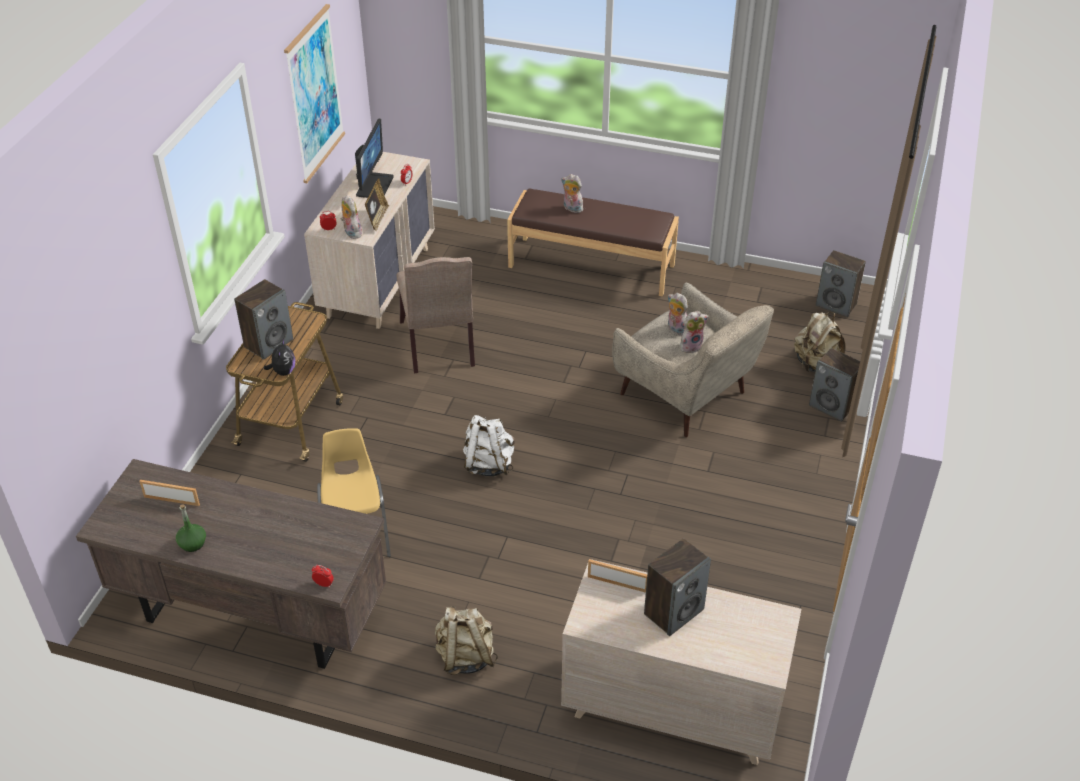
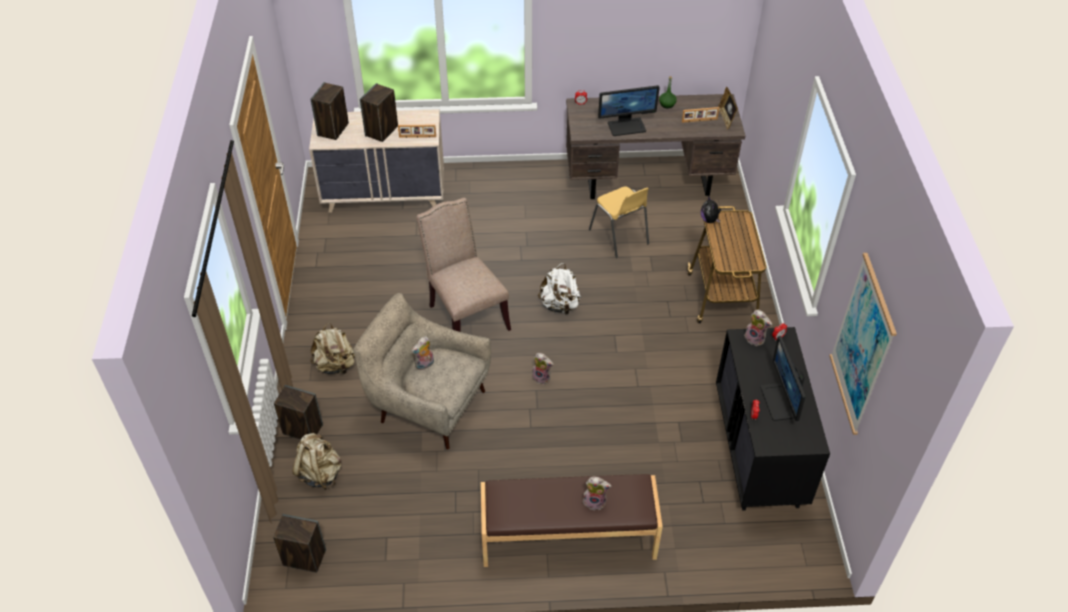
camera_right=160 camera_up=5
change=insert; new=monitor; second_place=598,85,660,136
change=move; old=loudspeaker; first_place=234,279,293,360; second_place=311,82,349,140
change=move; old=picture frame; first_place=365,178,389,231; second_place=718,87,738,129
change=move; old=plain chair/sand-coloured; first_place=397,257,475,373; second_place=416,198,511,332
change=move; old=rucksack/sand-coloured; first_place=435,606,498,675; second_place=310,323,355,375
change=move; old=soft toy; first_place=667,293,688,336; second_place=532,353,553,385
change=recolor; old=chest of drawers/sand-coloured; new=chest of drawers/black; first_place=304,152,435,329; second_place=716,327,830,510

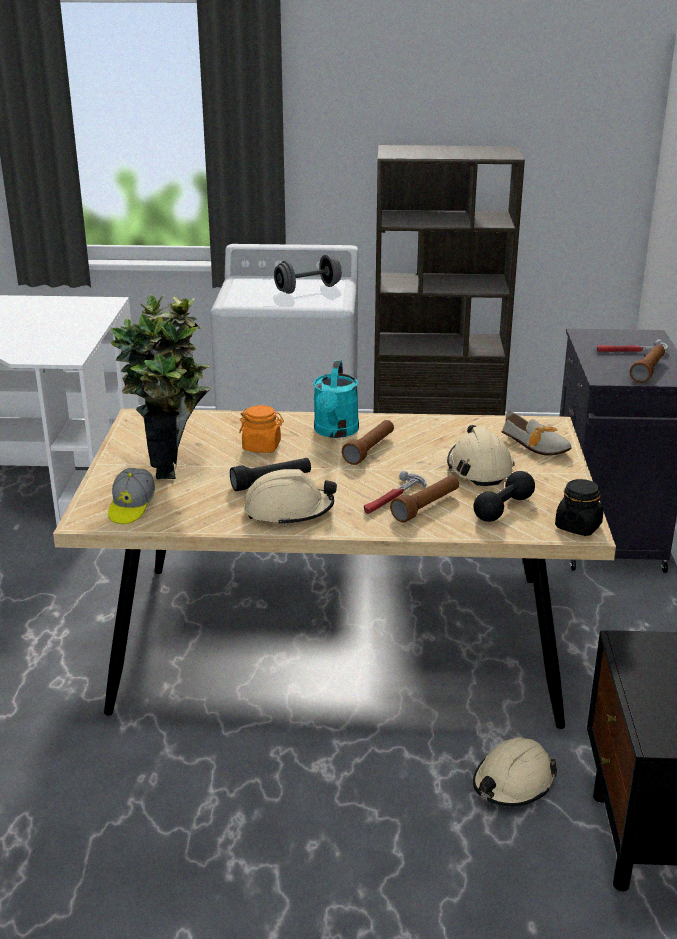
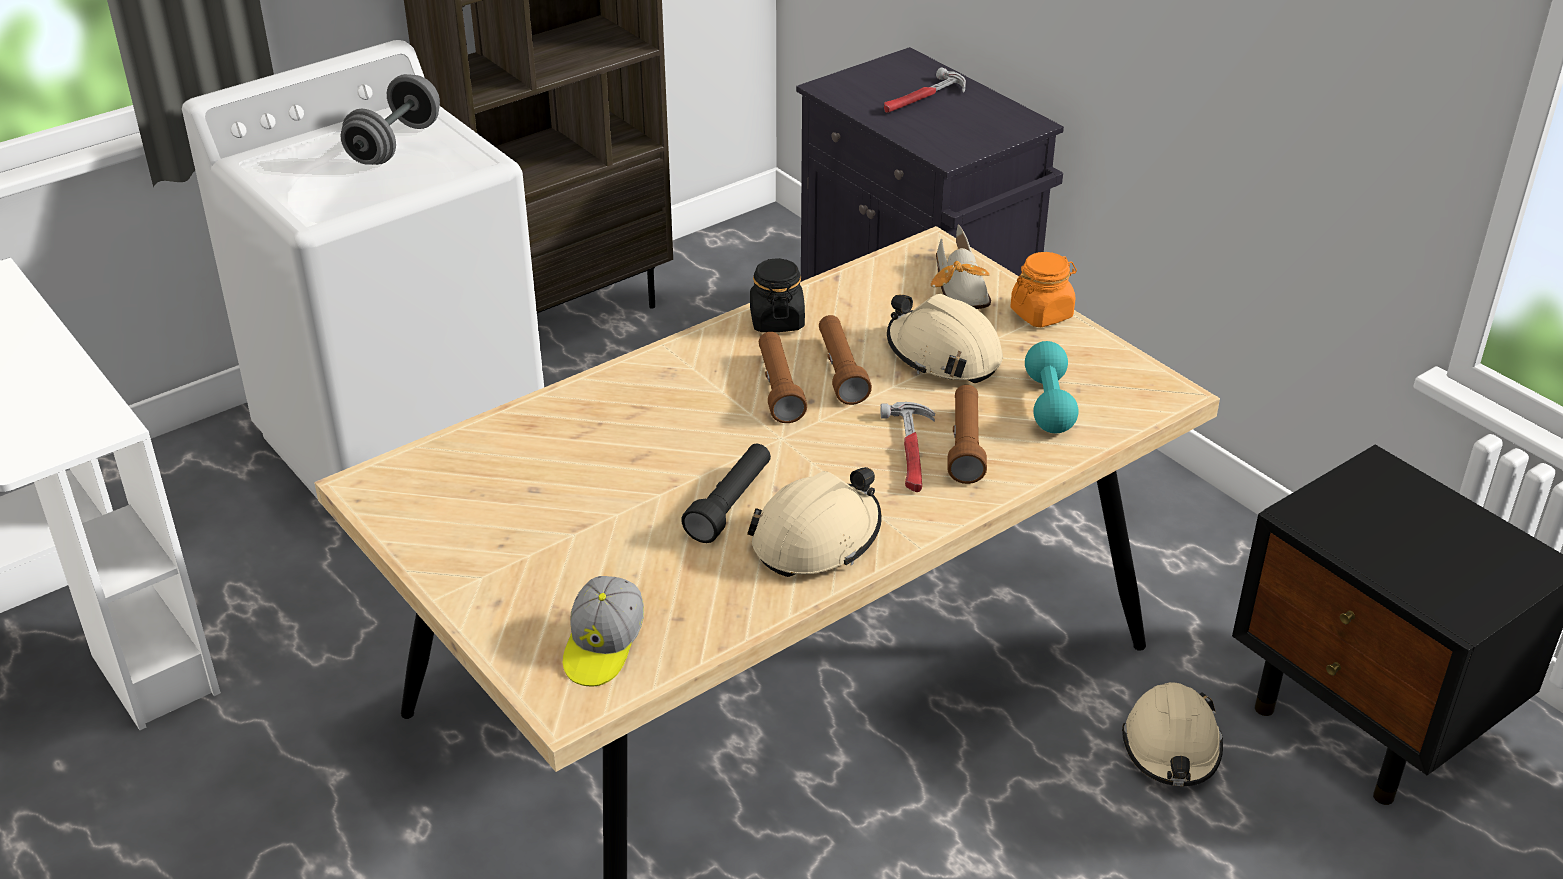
camera_right=-40 camera_up=10
change=delete; old=plant in a pot; first_place=111,294,211,479
change=delete; old=sprinkling can/turquoise-coloured; first_place=313,360,359,438
change=move; old=preserve jar/orange; first_place=239,405,284,453; second_place=1010,252,1077,327
change=move; old=preserve jar/black; first_place=555,479,604,536; second_place=750,258,805,332
change=move; old=flashlight/brown; first_place=630,345,665,383; second_place=819,315,872,405
change=recolor; old=hand weight/black; new=hand weight/turquoise-coloured; first_place=473,471,535,522; second_place=1025,341,1078,434
change=rotate; old=baseball cap; first_place=108,468,155,524; second_place=563,576,644,687; degrees=45
change=rotate; old=item of footwear; first_place=502,409,572,455; second_place=930,224,991,309; degrees=75

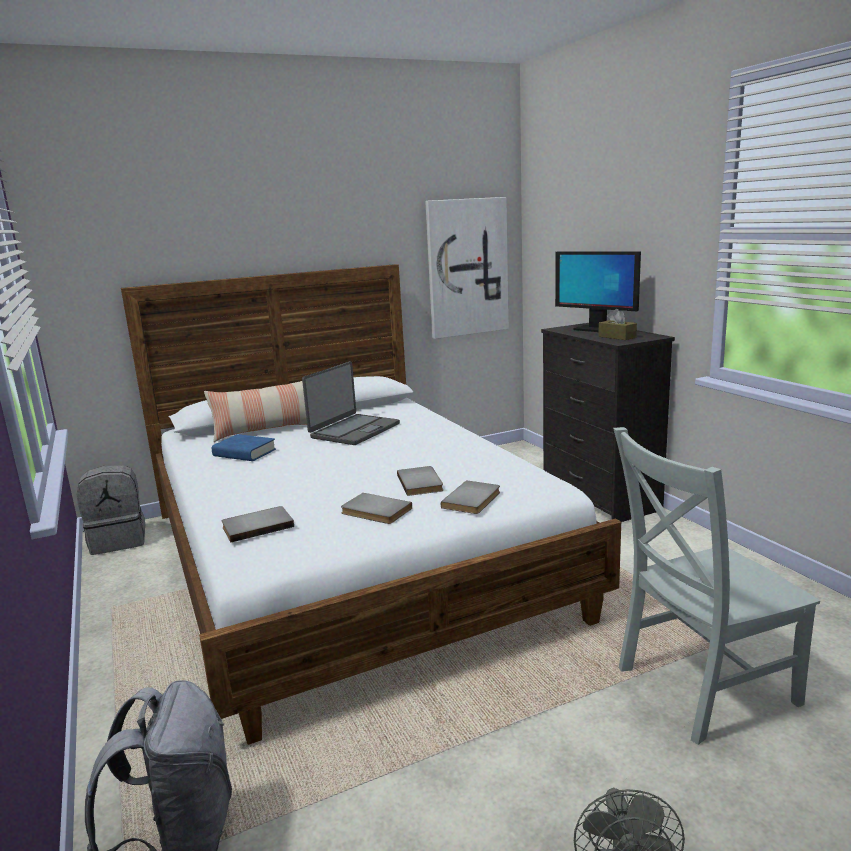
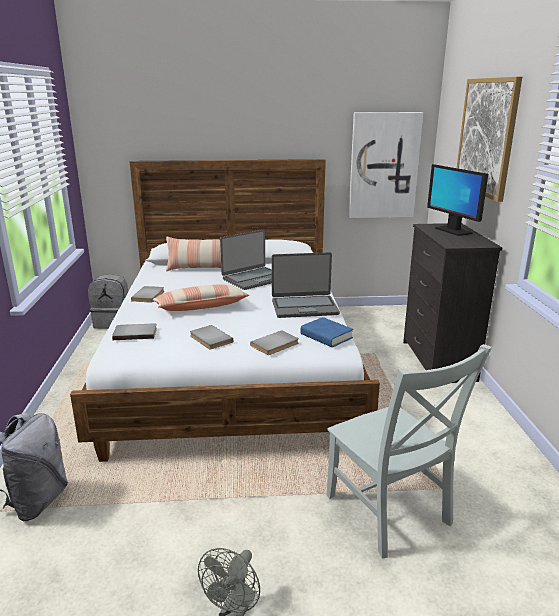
camera_right=20 camera_up=5
change=delete; old=tissue box/brown; first_place=598,309,637,340
change=insert; new=throw pillow; second_place=152,284,249,311
change=insert; new=laptop; second_place=272,252,340,318
change=insert; new=wall picture; second_place=457,77,522,202
change=move; old=bound book/bluish; first_place=212,434,276,461; second_place=300,317,354,347
change=move; old=bound book/greyish; first_place=397,466,443,496; second_place=131,286,164,303
change=rotate; old=plain chair/greyish; first_place=613,427,820,745; second_place=327,344,492,559; degrees=-120

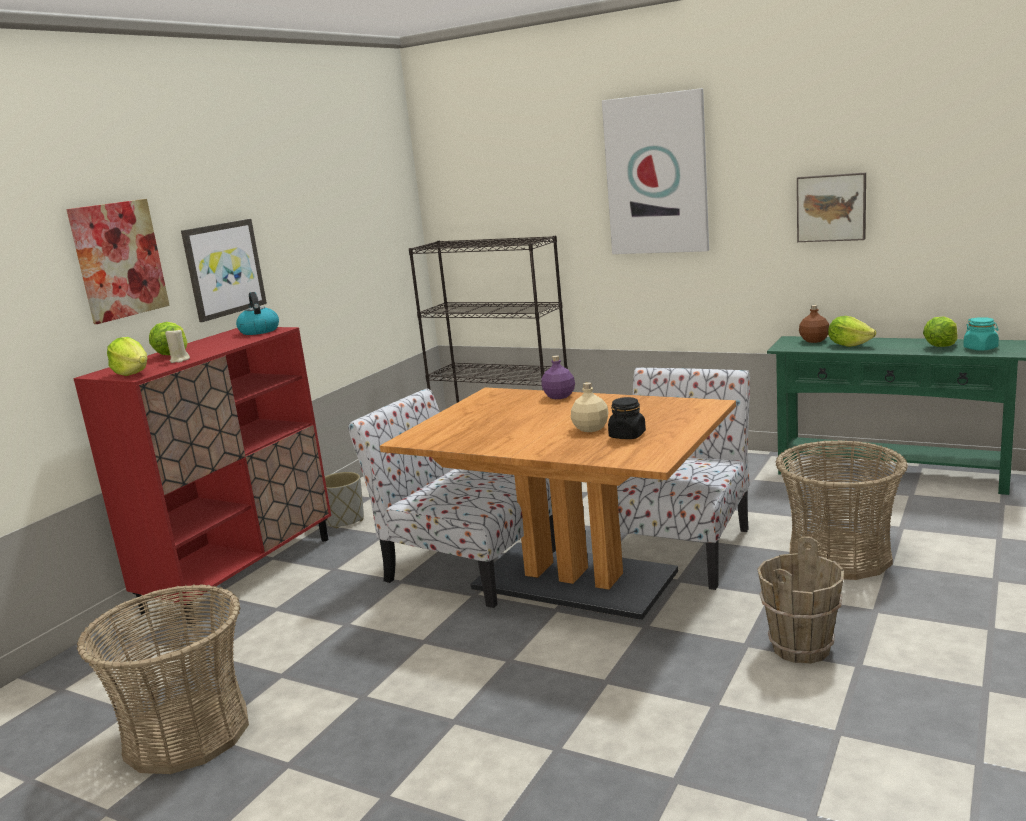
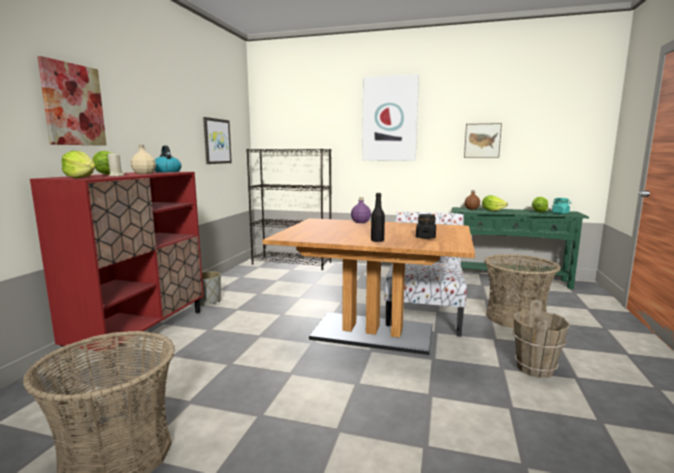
camera_right=-15 camera_up=-5
change=delete; old=plain chair; first_place=348,388,556,608
change=insert; new=drink bottle/black; second_place=371,193,385,242
change=move; old=wall picture; first_place=181,219,267,322; second_place=203,117,232,164
change=move; old=drink bottle/sand-coloured; first_place=571,382,609,432; second_place=131,145,156,174

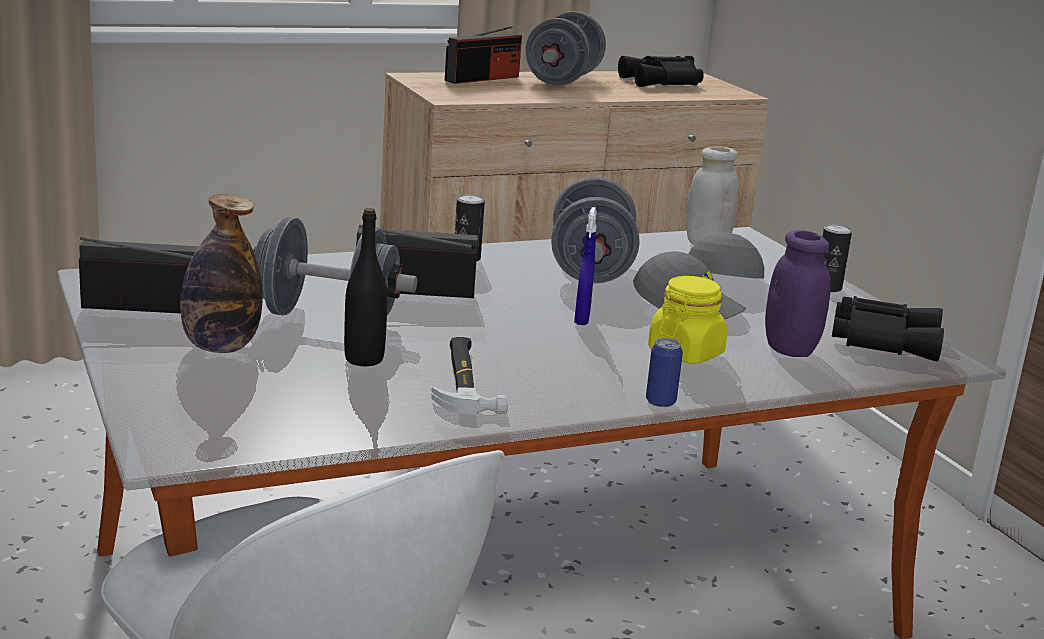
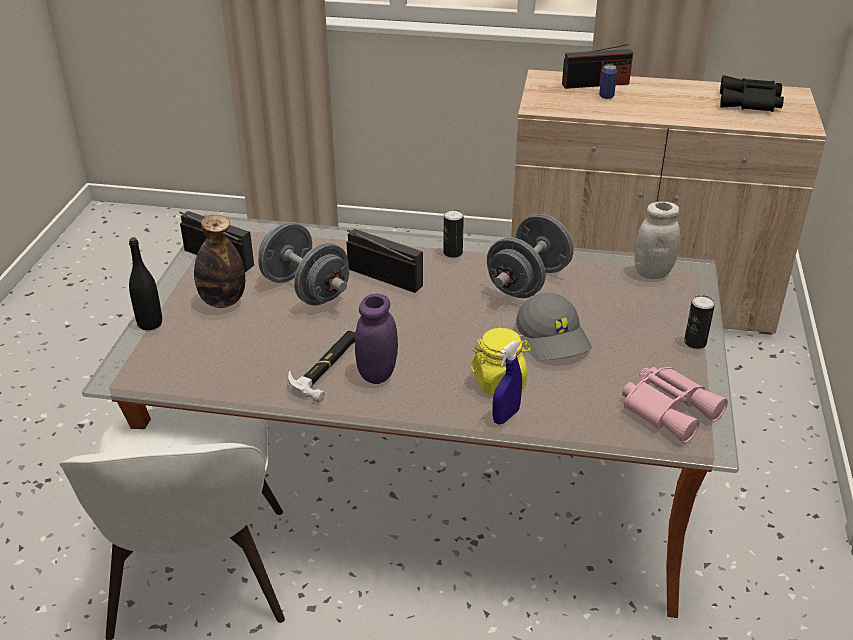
camera_right=35 camera_up=15
change=delete; old=hand weight/greyish; first_place=525,11,606,86
change=delete; old=baseball cap/greyish; first_place=688,233,764,279
change=move; old=drink bottle/black; first_place=344,208,387,366; second_place=129,237,162,330
change=move; old=hand sprayer/bluish; first_place=574,207,597,325; second_place=492,341,522,425
change=move; old=can; first_place=646,338,683,407; second_place=599,64,617,99
change=move; old=preserve jar/purplish; first_place=765,230,831,357; second_place=355,294,398,384
change=recolor; old=pair of binoculars/black; new=pair of binoculars/pinkish; first_place=832,296,944,362; second_place=622,367,728,443

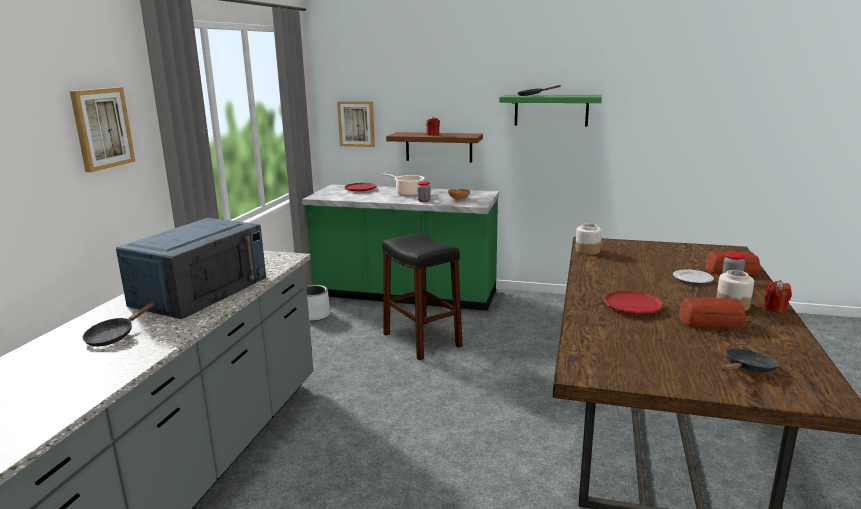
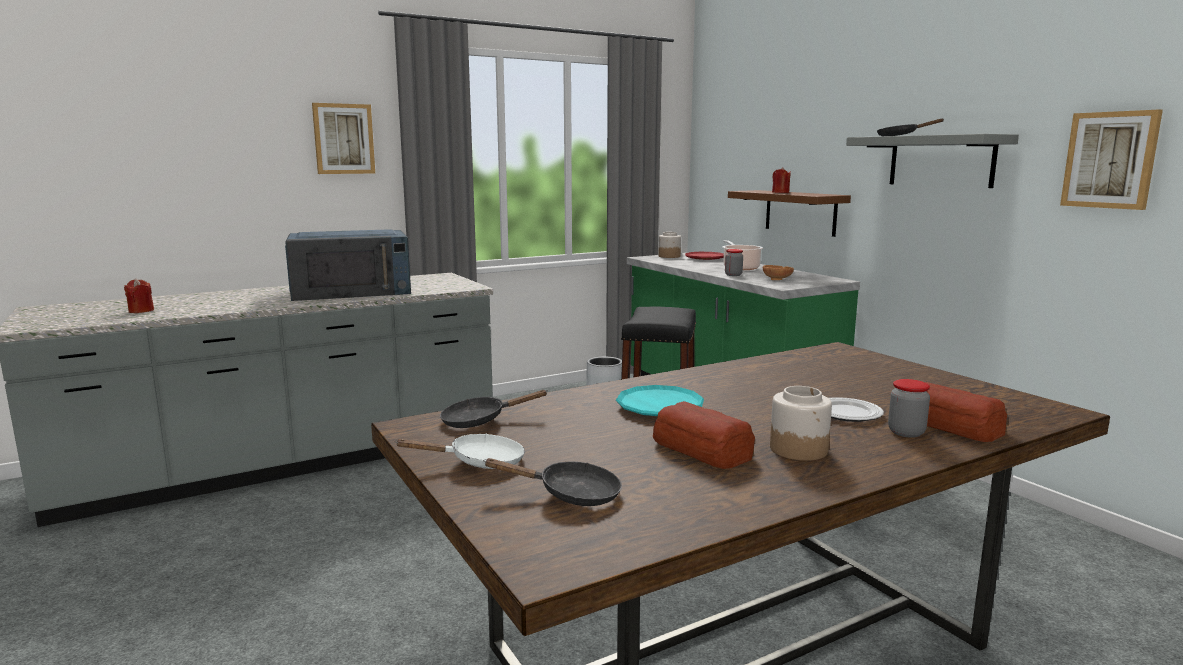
camera_right=45 camera_up=-5
change=insert; new=skillet/whitish; second_place=394,434,525,469
change=move; old=skillet/black; first_place=82,302,154,346; second_place=440,390,548,428
change=move; old=wall picture; first_place=337,101,375,147; second_place=1060,110,1163,210
change=move; old=preserve jar; first_place=575,223,602,255; second_place=658,232,681,258
change=move; old=wax light/red; first_place=763,280,792,313; second_place=124,278,154,313
change=recolor; old=bracket shelf/green; new=bracket shelf/greyish; first_place=499,95,602,127; second_place=846,134,1019,188
change=recolor; old=dinner plate/red; new=dinner plate/turquoise-coloured; first_place=604,291,663,314; second_place=616,385,704,416

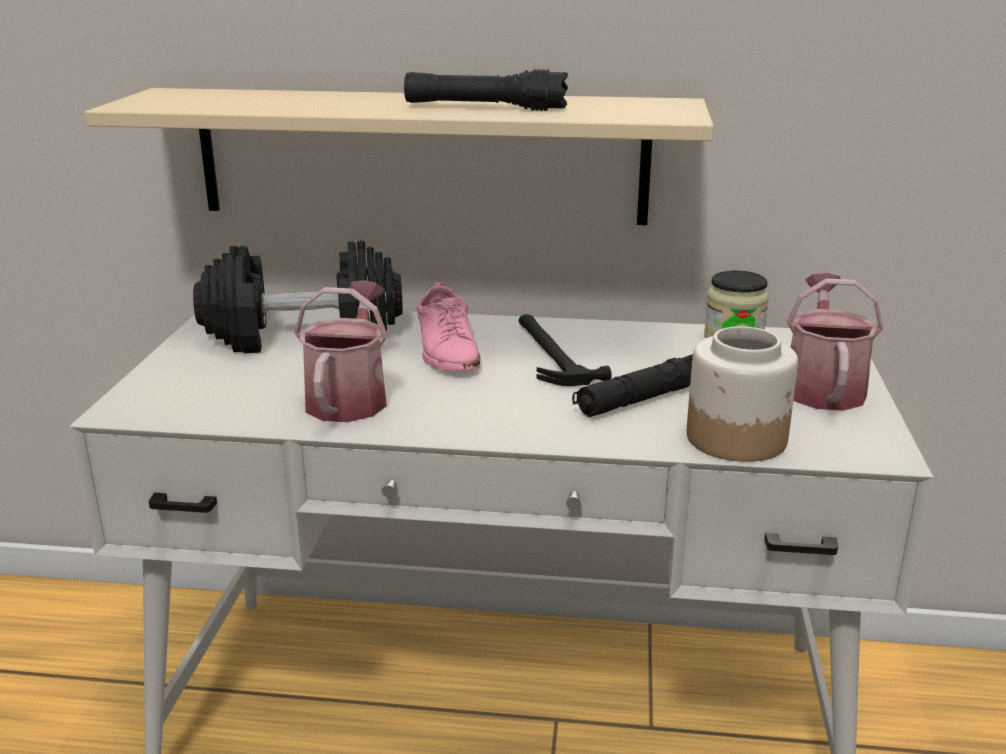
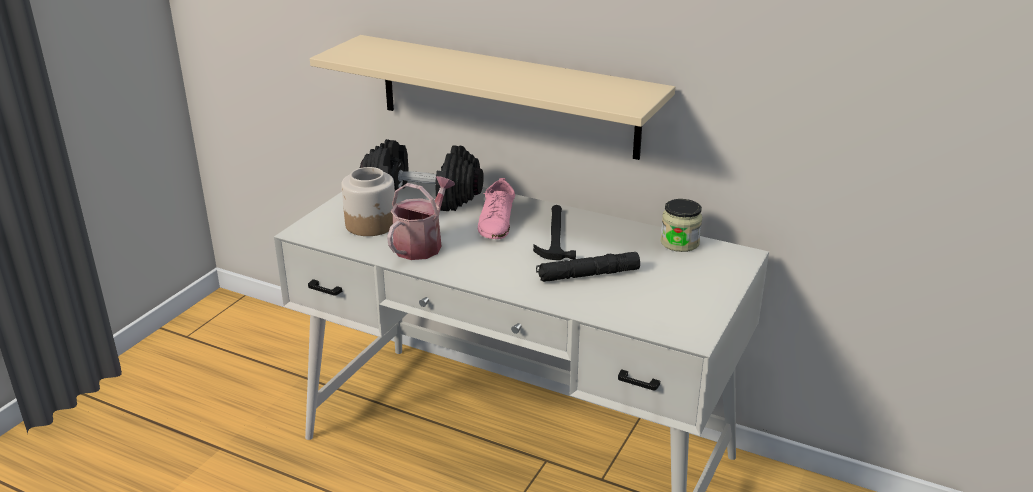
camera_right=20 camera_up=5
change=delete; old=flashlight/black; first_place=404,69,568,111
change=delete; old=sprinkling can; first_place=787,273,883,411
change=move; old=preserve jar; first_place=687,326,798,462; second_place=341,167,395,236

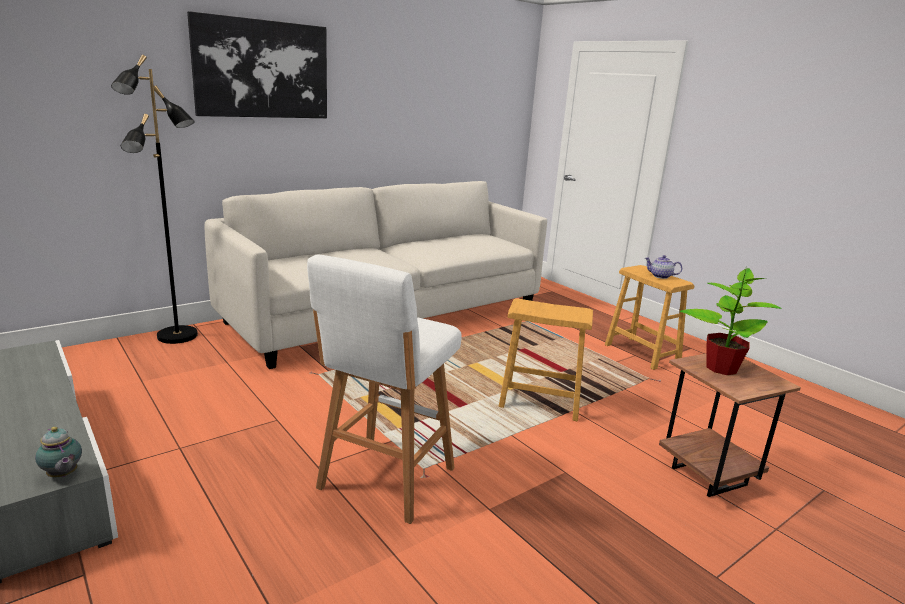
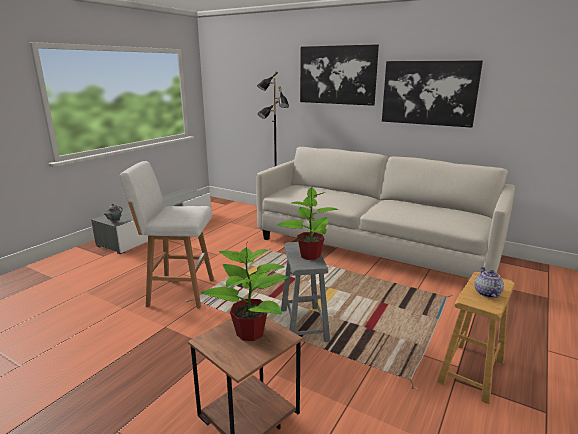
camera_right=70 camera_up=0
change=insert; new=plant in a pot; second_place=277,187,338,260
change=insert; new=wall picture; second_place=382,60,483,128
change=recolor; old=stool seat/brown; new=stool seat/greyish; first_place=498,299,593,421; second_place=281,242,330,342

